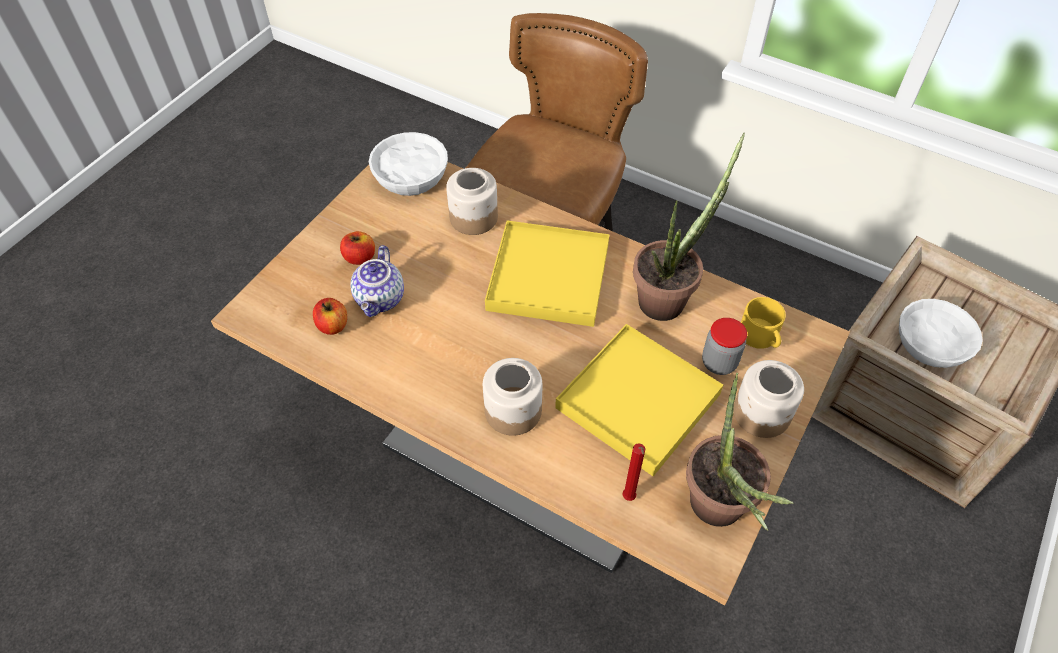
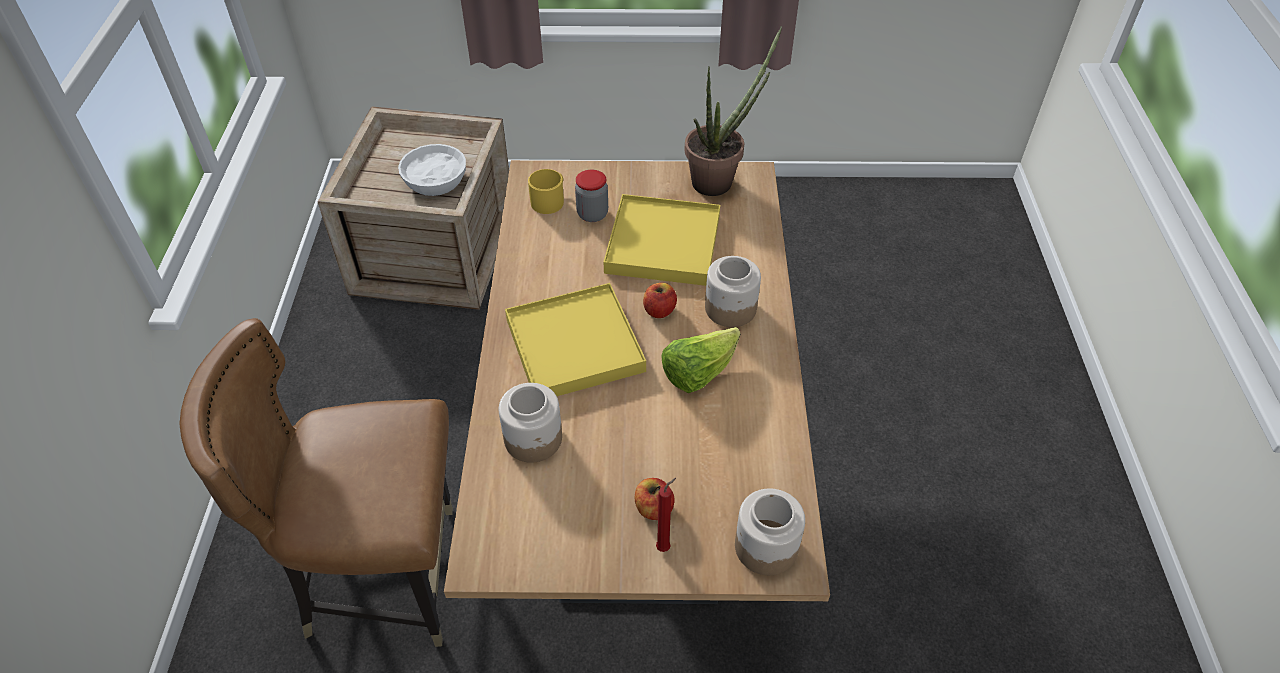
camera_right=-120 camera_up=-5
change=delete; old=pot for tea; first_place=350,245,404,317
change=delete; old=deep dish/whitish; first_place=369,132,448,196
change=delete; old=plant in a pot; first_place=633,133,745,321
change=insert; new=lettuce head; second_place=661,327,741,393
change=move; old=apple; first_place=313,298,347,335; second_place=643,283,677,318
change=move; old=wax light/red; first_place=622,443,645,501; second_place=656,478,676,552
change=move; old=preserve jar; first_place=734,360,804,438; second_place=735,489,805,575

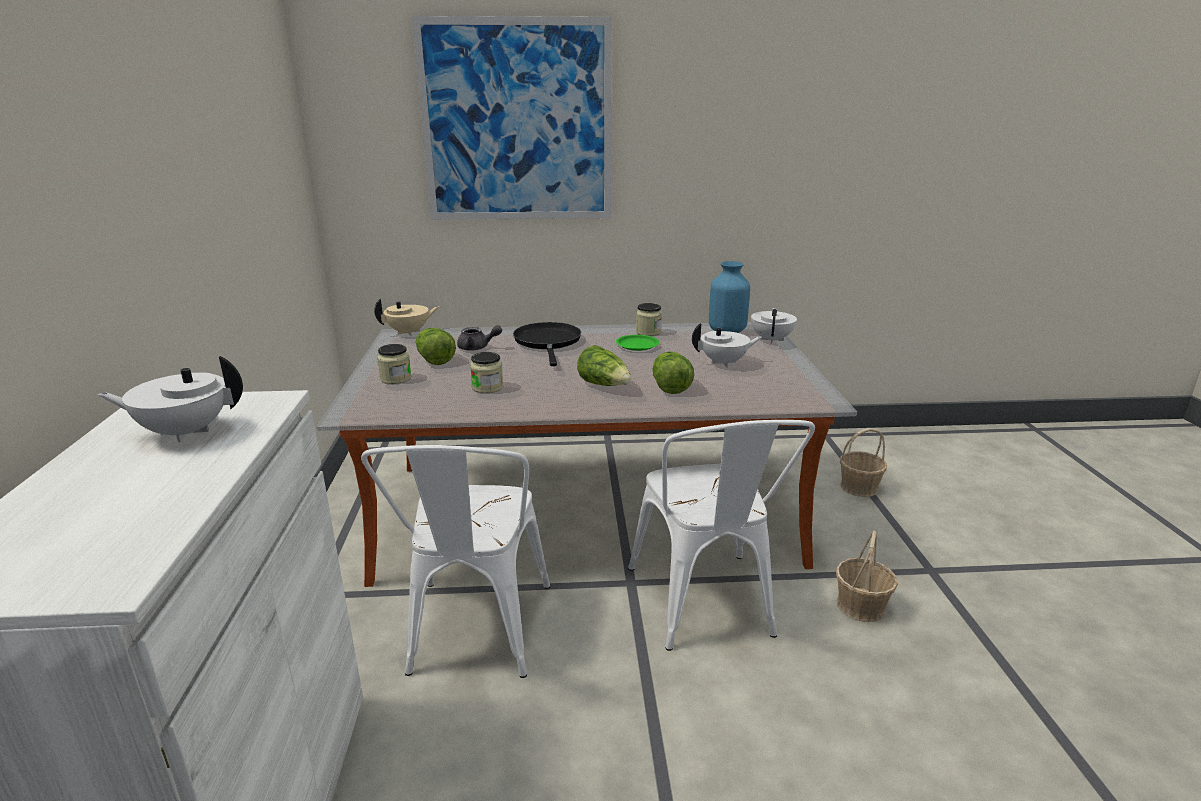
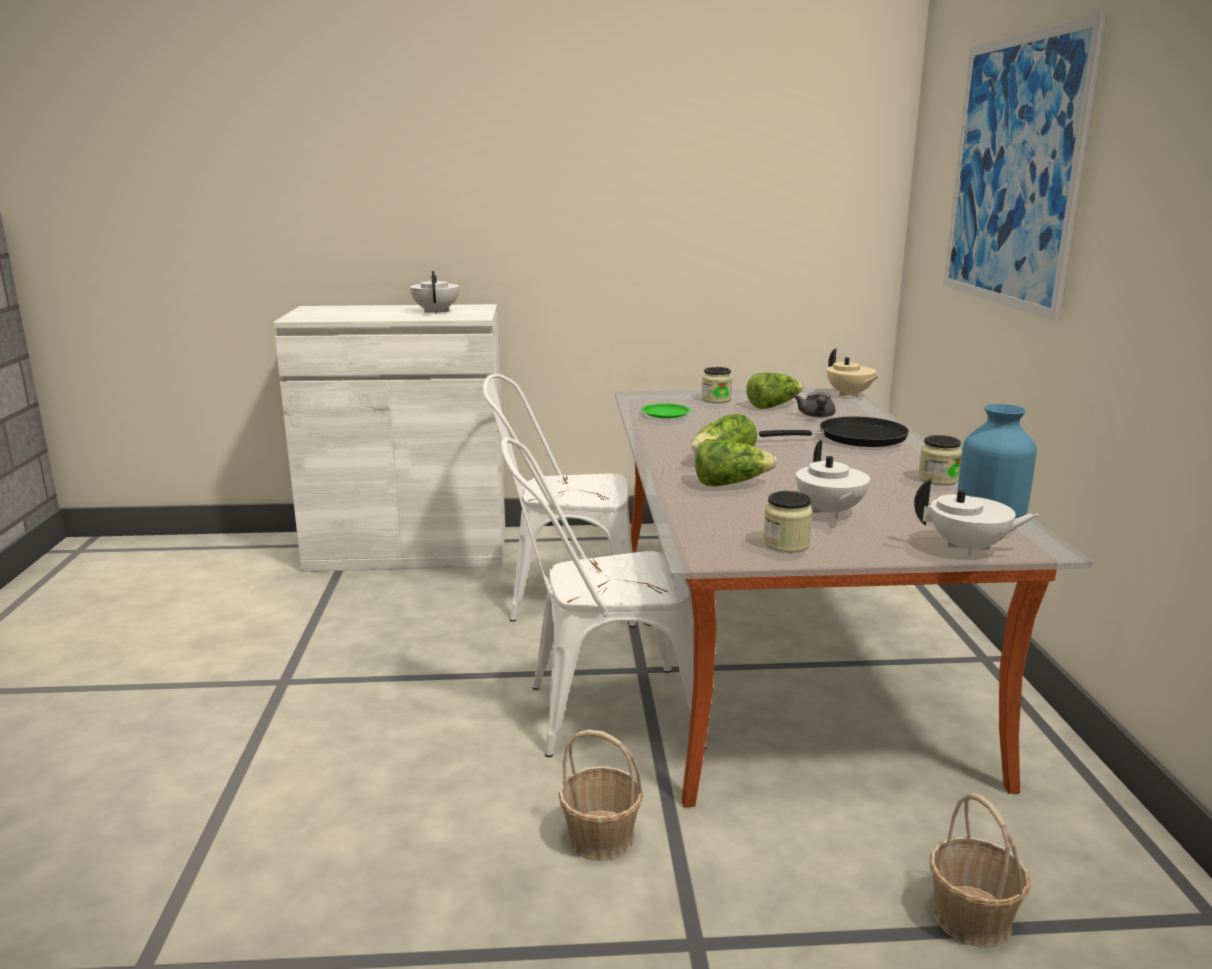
camera_right=90 camera_up=-5
change=move; old=preserve jar; first_place=470,352,503,393; second_place=763,491,813,552
change=move; old=dinner plate/green; first_place=616,335,659,351; second_place=641,403,691,419

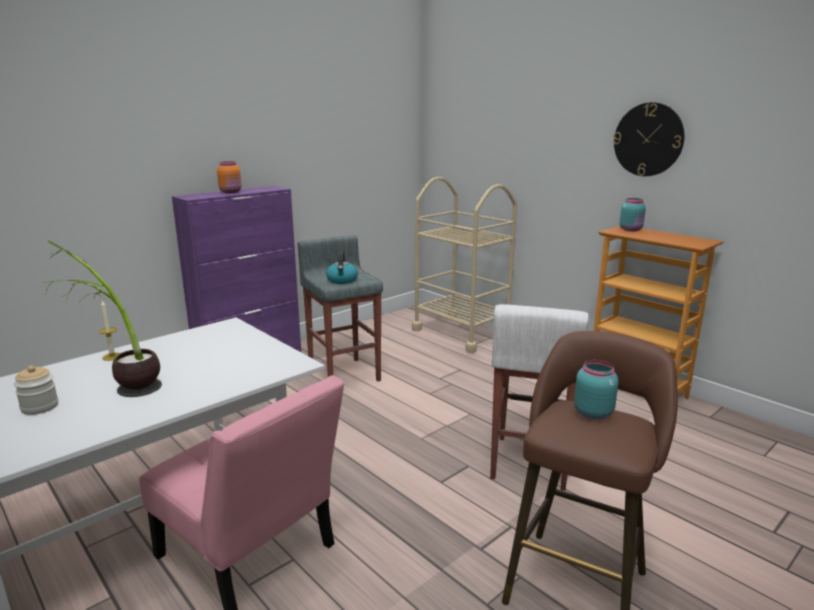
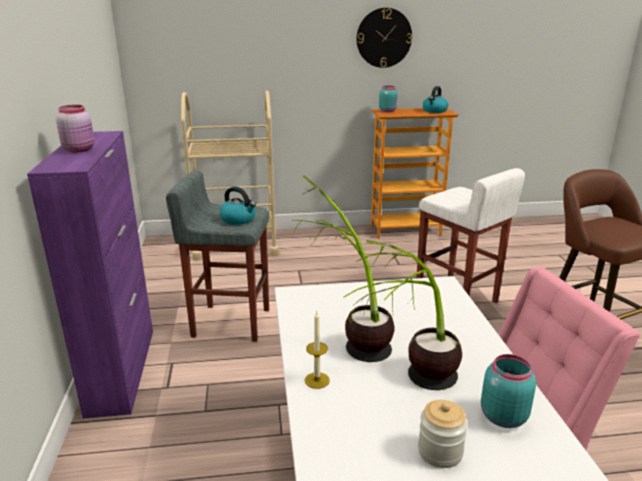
camera_right=-55 camera_up=5
change=insert; new=plant in a pot; second_place=293,175,394,362
change=insert; new=tea kettle; second_place=423,86,448,113
change=move; old=preserve jar/turquoise-coloured; first_place=574,360,618,420; second_place=481,354,536,428
change=recolor; old=preserve jar/orange; new=preserve jar/pinkish; first_place=217,161,241,193; second_place=56,105,95,152

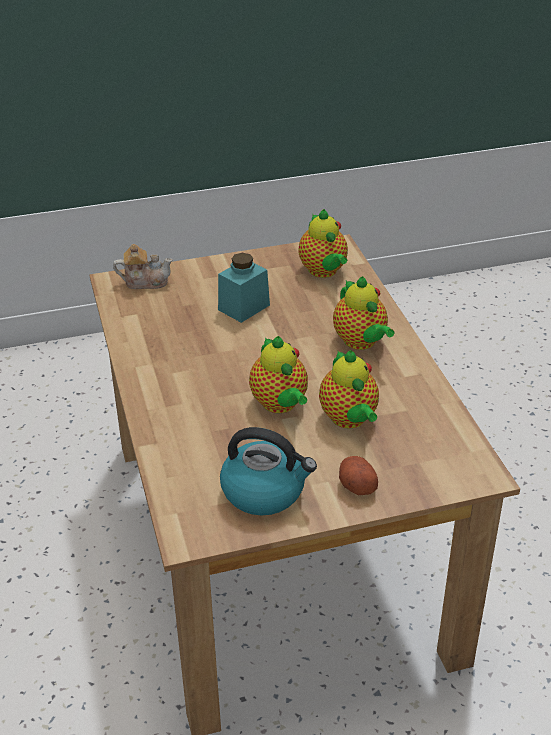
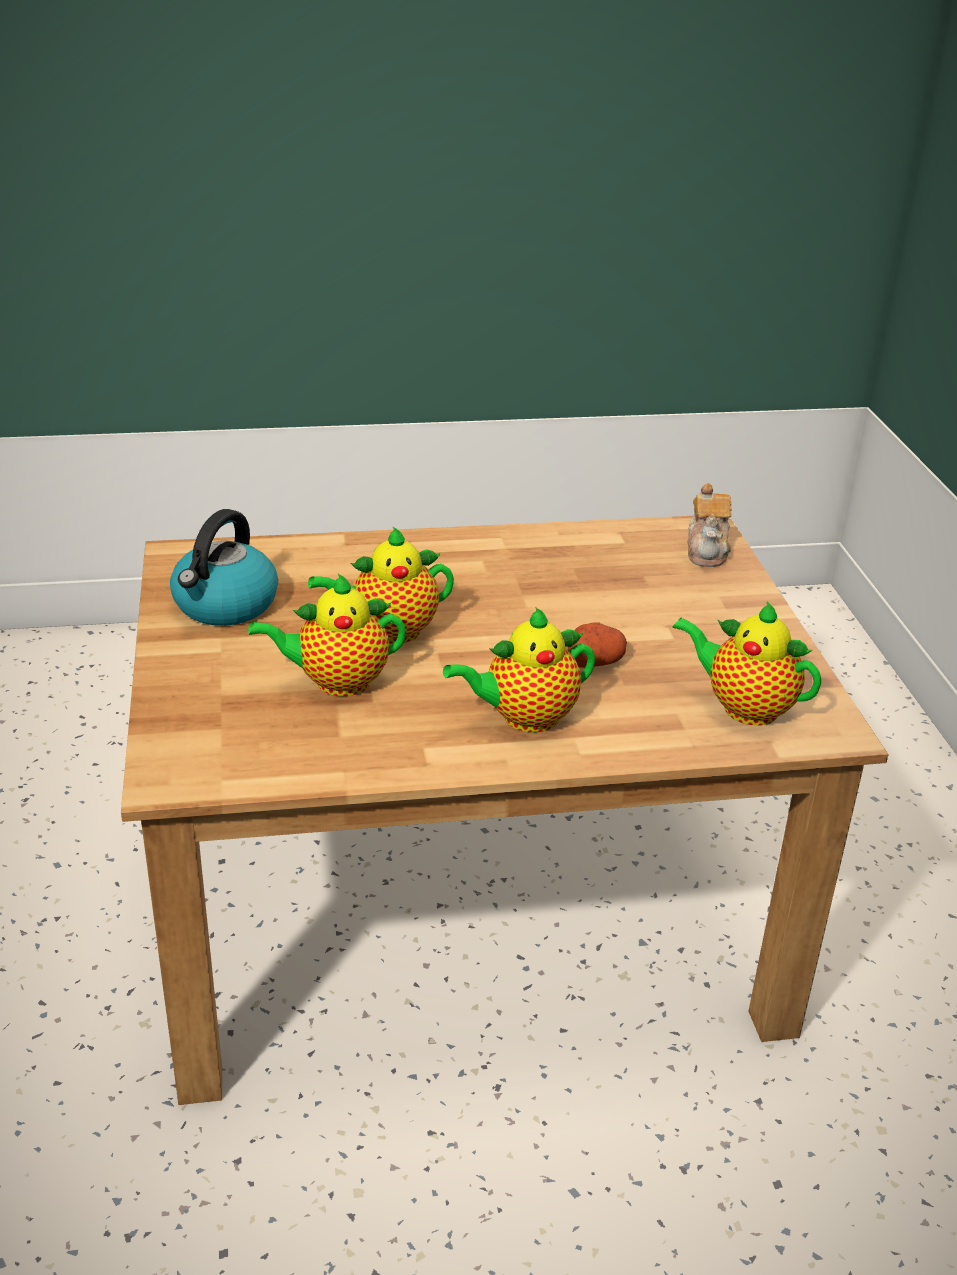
camera_right=95 camera_up=-5
change=delete; old=preserve jar/turquoise-coloured; first_place=218,253,270,323
change=move; old=whole potato; first_place=339,456,378,495; second_place=568,622,627,668
change=rotate; old=pot for tea; first_place=298,209,348,278; second_place=673,601,821,726; degrees=45

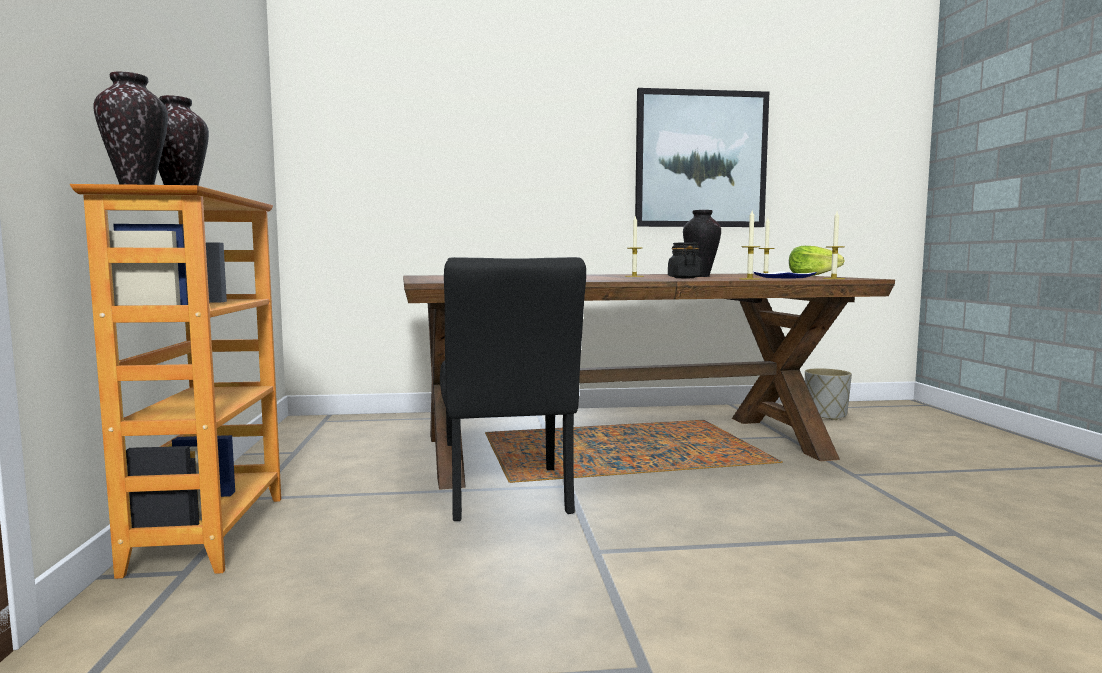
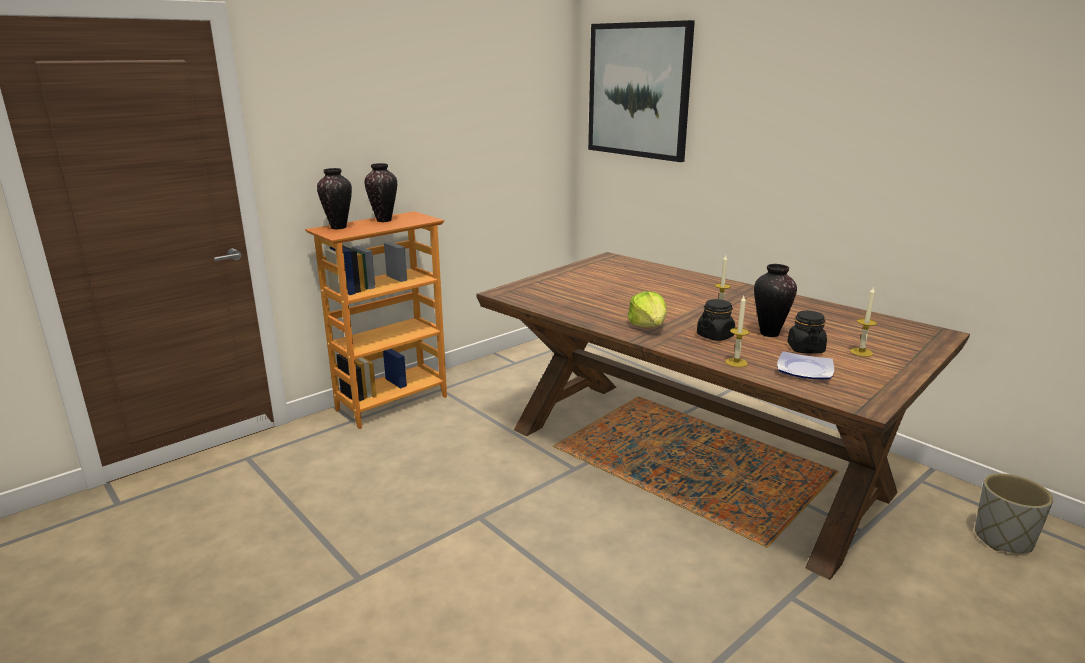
camera_right=55 camera_up=15
change=delete; old=plain chair/black; first_place=440,257,586,521
change=delete; old=wax light; first_place=823,211,845,279
change=insert; new=preserve jar/black; second_place=787,311,827,353
change=move; old=wall picture; first_place=635,88,769,227; second_place=588,20,695,162
change=move; old=lettuce head; first_place=789,246,845,276; second_place=627,291,667,327

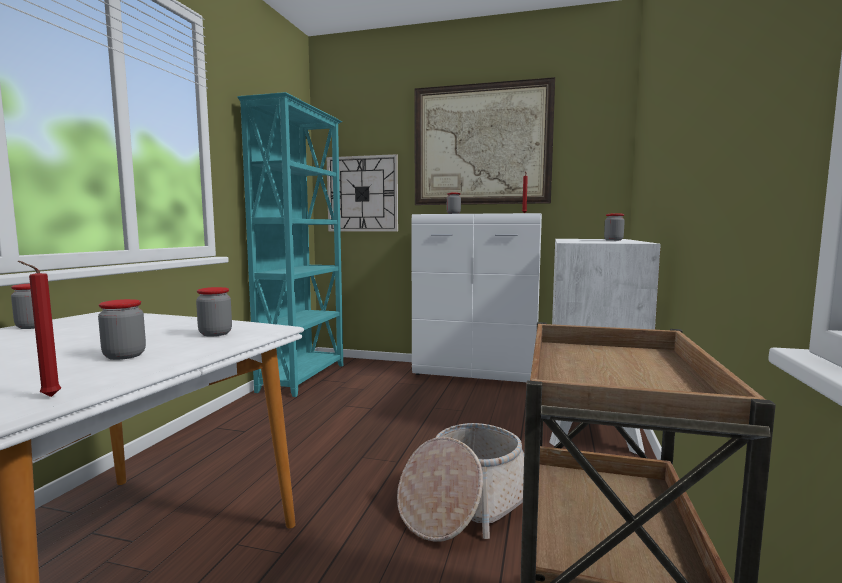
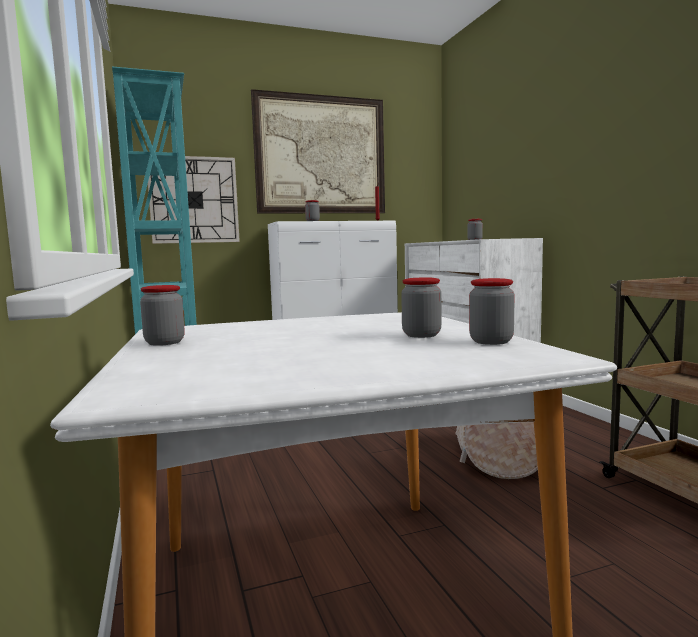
camera_right=-35 camera_up=0
change=delete; old=wax light/red; first_place=18,261,61,397
change=move; old=preserve jar; first_place=196,287,232,336; second_place=469,278,515,345

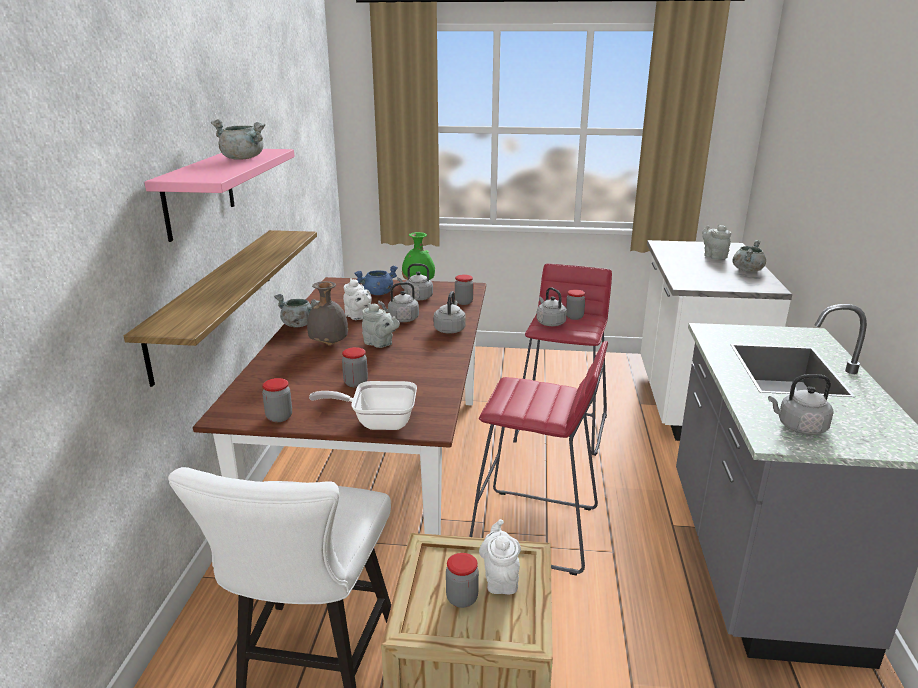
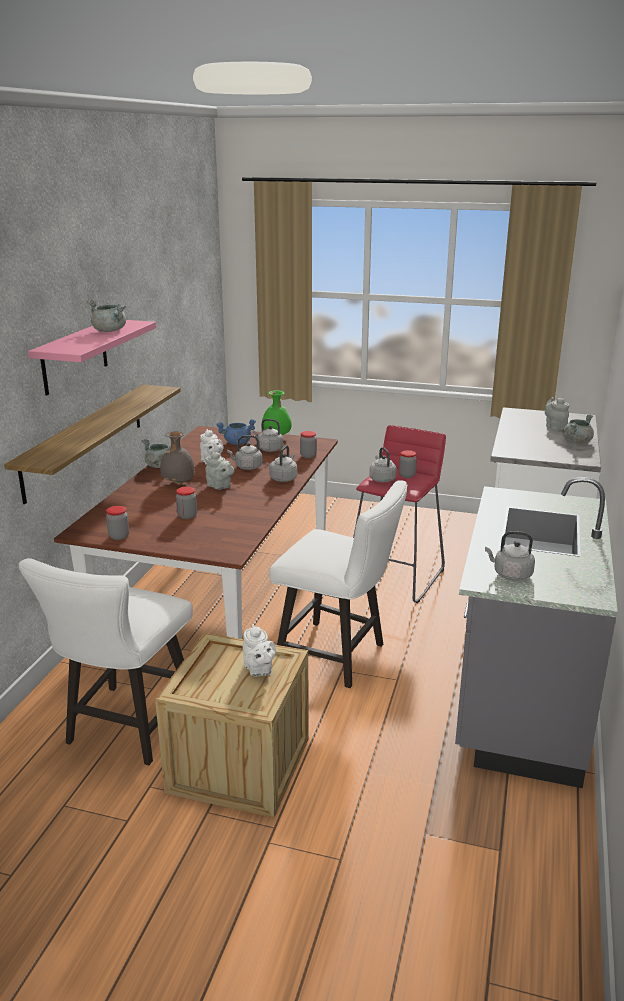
camera_right=10 camera_up=0
change=delete; old=skillet; first_place=309,381,417,430
change=delete; old=preserve jar; first_place=446,553,479,608
change=replace; old=stool seat/red; new=plain chair/whitish; first_place=470,341,608,576; second_place=269,480,407,688
change=rotate; old=pot for tea/whitish; first_place=479,519,521,594; second_place=243,624,276,676; degrees=150

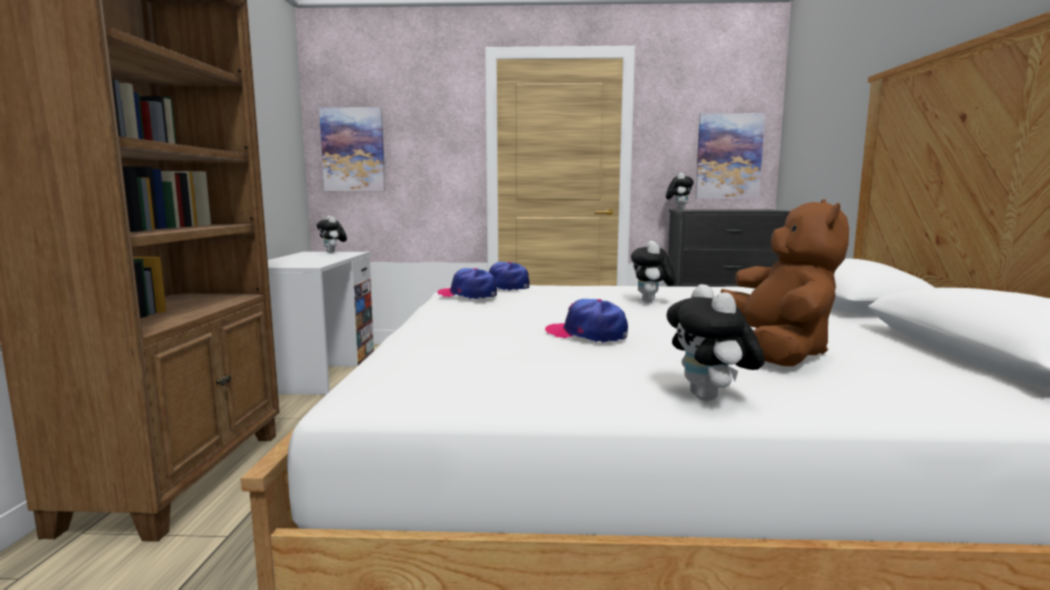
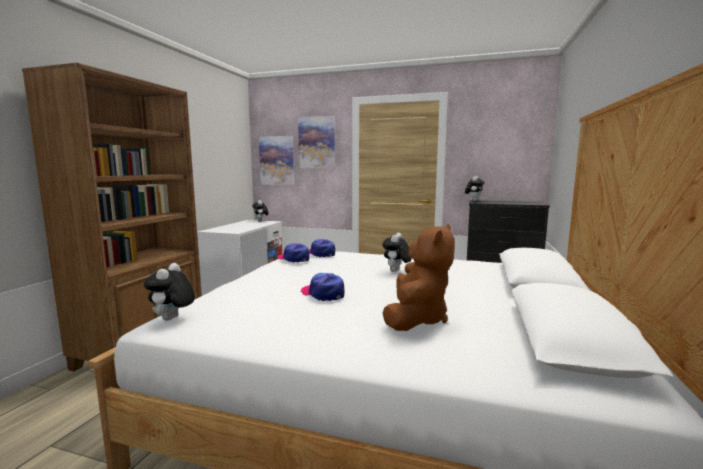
camera_right=15 camera_up=0
change=move; old=soft toy; first_place=667,284,765,401; second_place=144,263,195,321
change=move; old=wall picture; first_place=695,113,765,199; second_place=298,116,335,168

